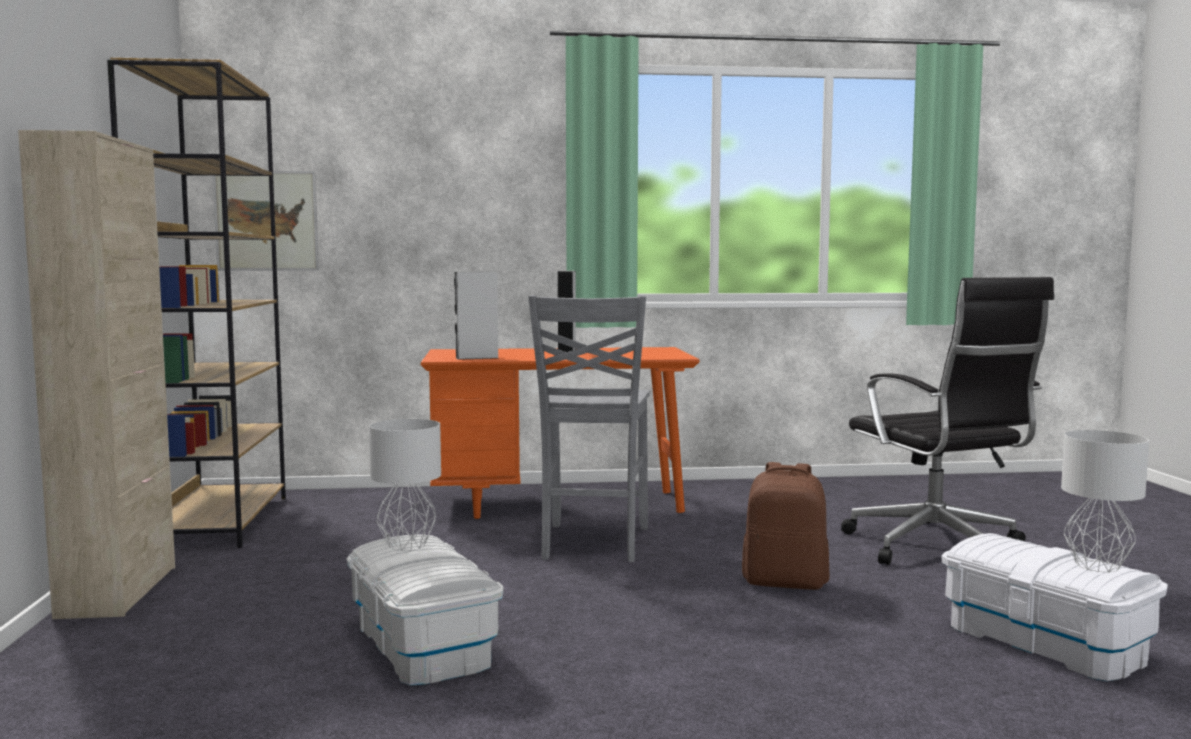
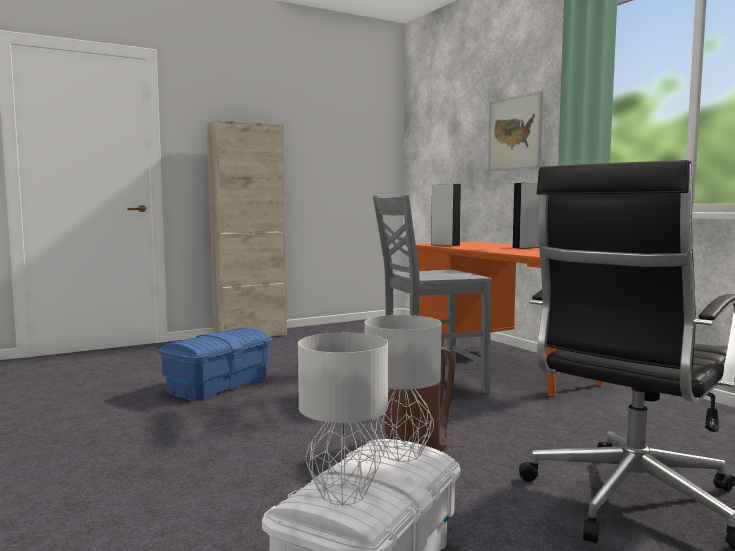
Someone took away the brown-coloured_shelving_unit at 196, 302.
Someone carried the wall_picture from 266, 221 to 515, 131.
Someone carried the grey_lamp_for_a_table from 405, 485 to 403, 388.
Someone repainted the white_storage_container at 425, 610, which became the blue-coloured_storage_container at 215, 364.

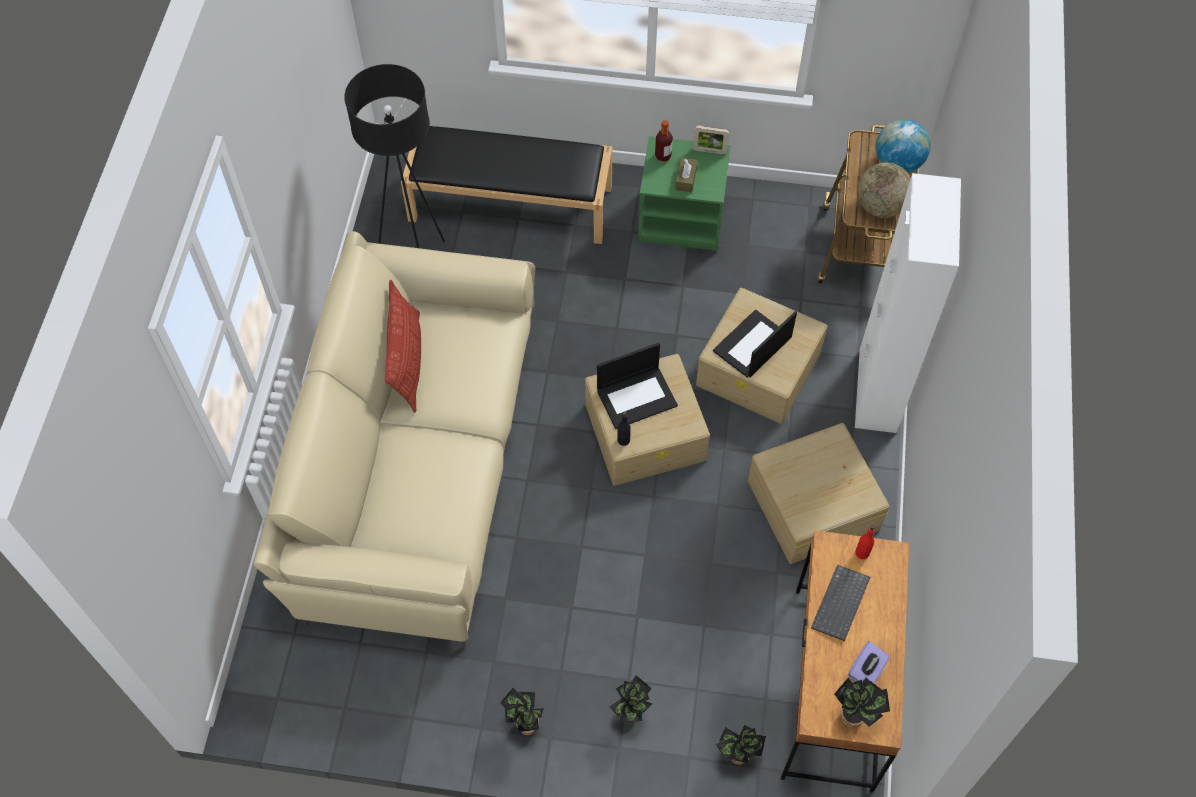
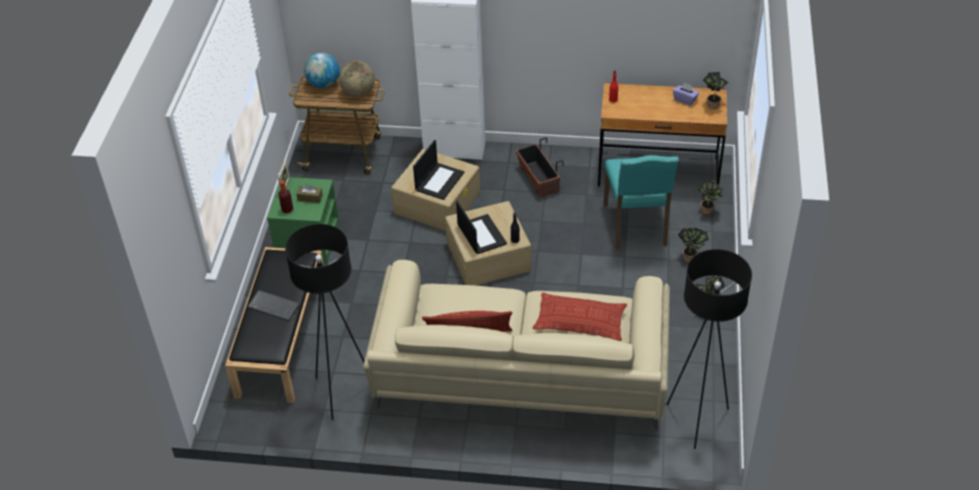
Someone rotated the notebook_computer at 755, 344 by 105 degrees counterclockwise.
Someone swapped the beige_storage_container at 818, 493 for the plant_pot at 540, 167.
Someone carried the computer_keyboard from 840, 603 to 273, 305.
Someone put down the blue-green_upright_chair at 641, 202.
Someone put down the black_standard_lamp at 709, 349.
Someone put down the pillow at 580, 316.

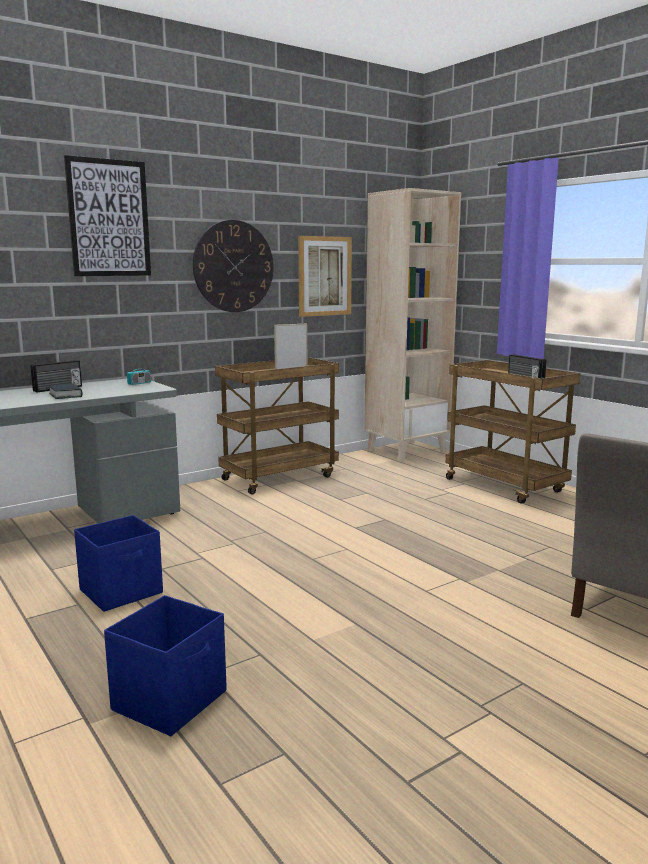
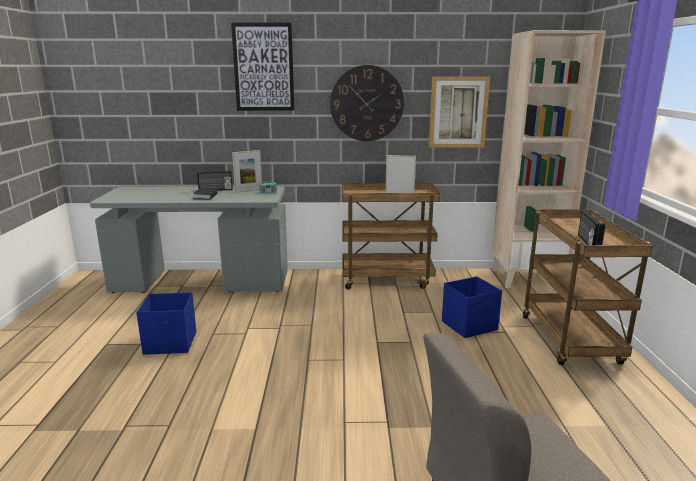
Someone carried the blue-coloured_storage_container from 165, 665 to 472, 307.
Someone put down the standing_frame at 247, 171.

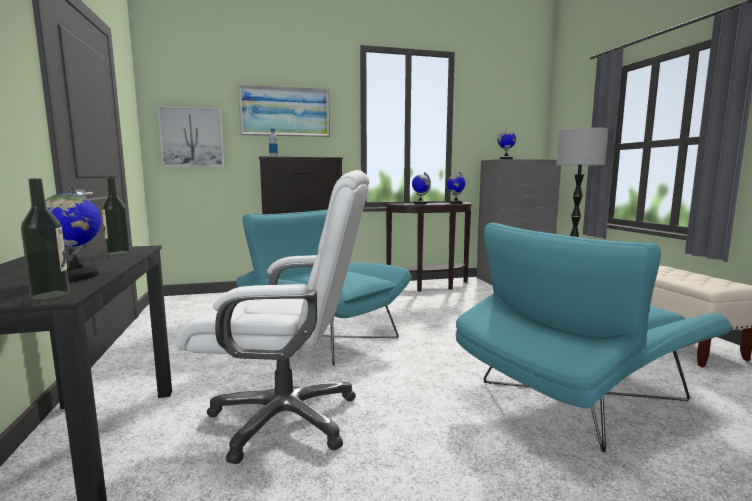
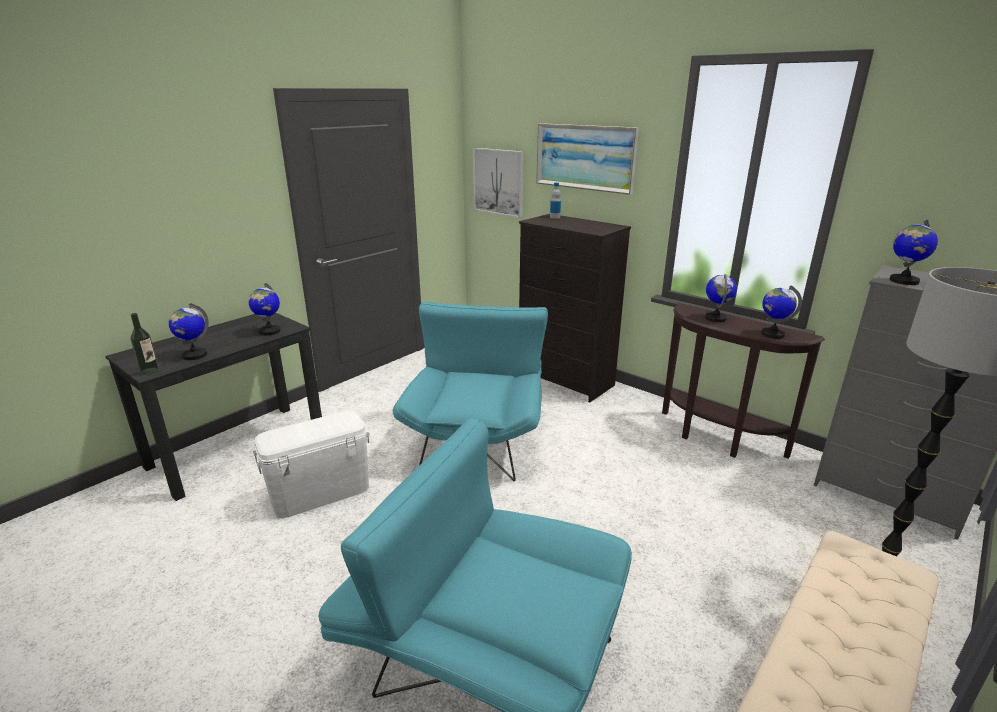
Someone swapped the white_computer_chair at 272, 317 for the white_storage_container at 311, 464.
Someone swapped the bottle at 116, 216 for the globe at 264, 309.

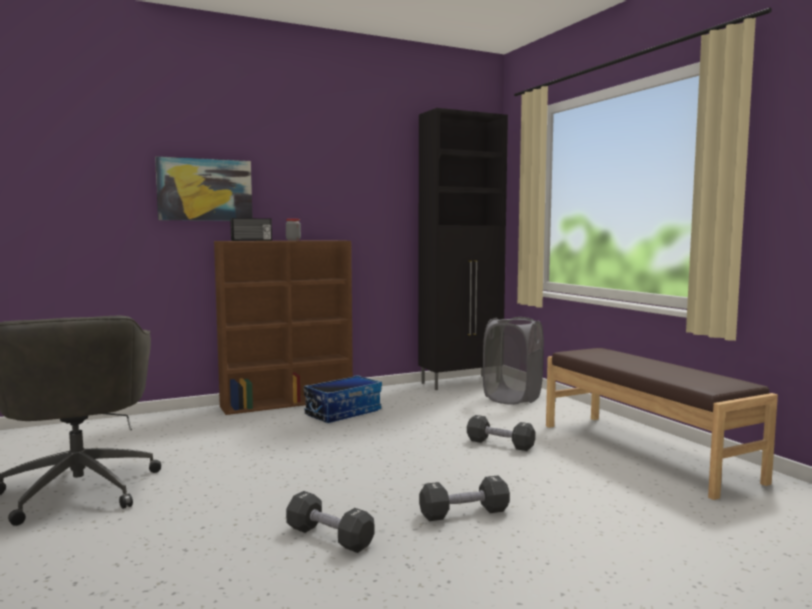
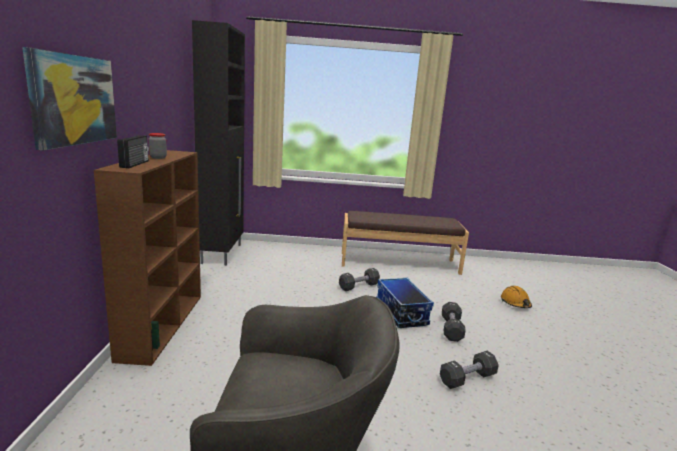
Someone took away the grey_laundry_basket at 513, 361.
Someone carried the storage_container from 343, 399 to 405, 303.
Someone put down the orange_hard_hat at 516, 297.

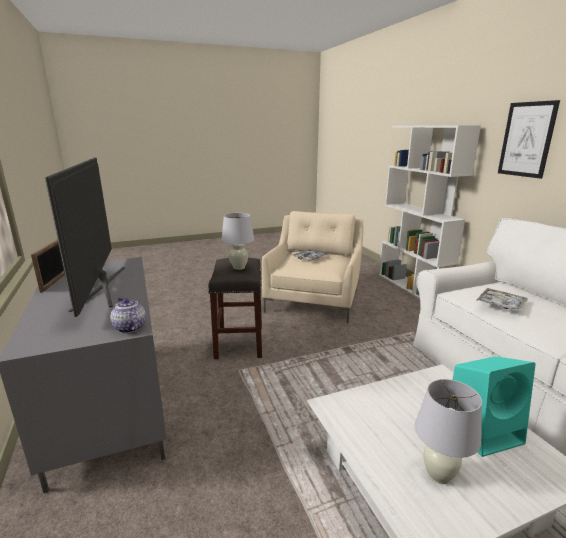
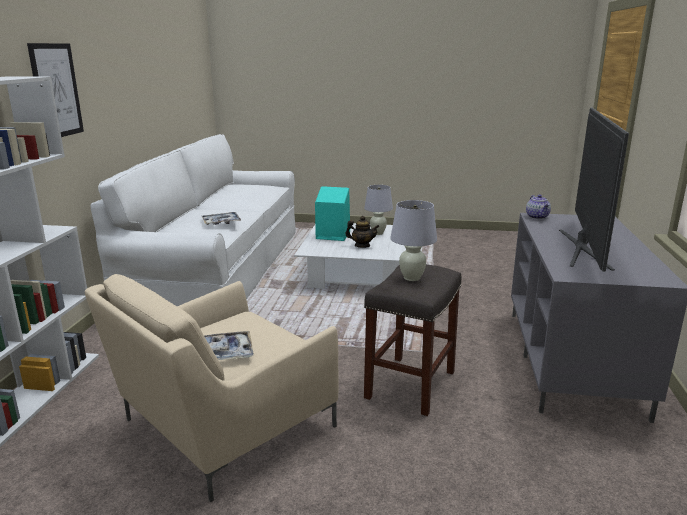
Someone took away the standing_frame at 48, 266.
Someone put down the tea_pot at 362, 232.

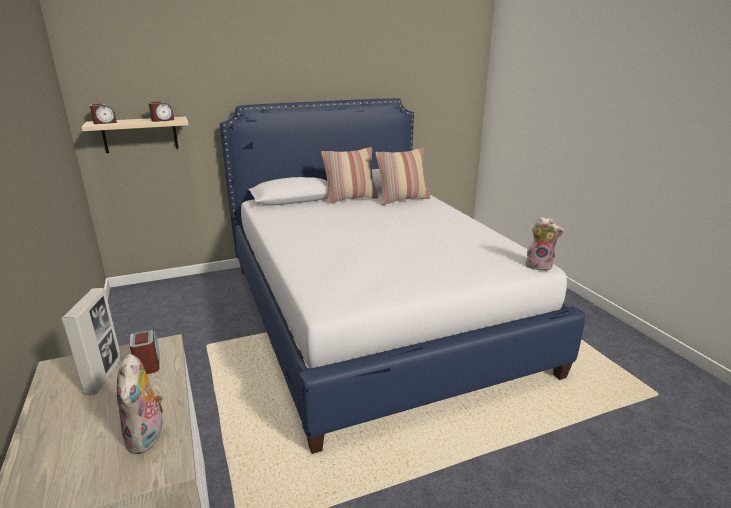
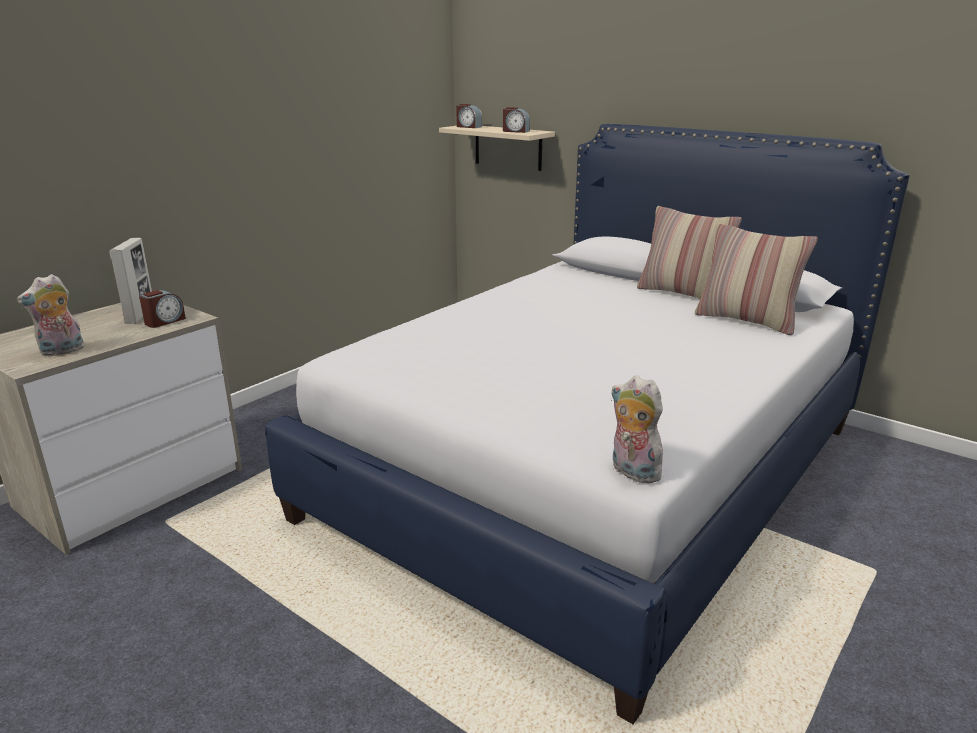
Someone rotated the plush_toy at 544, 244 by 150 degrees clockwise.
Someone rotated the standing_frame at 92, 341 by 60 degrees counterclockwise.

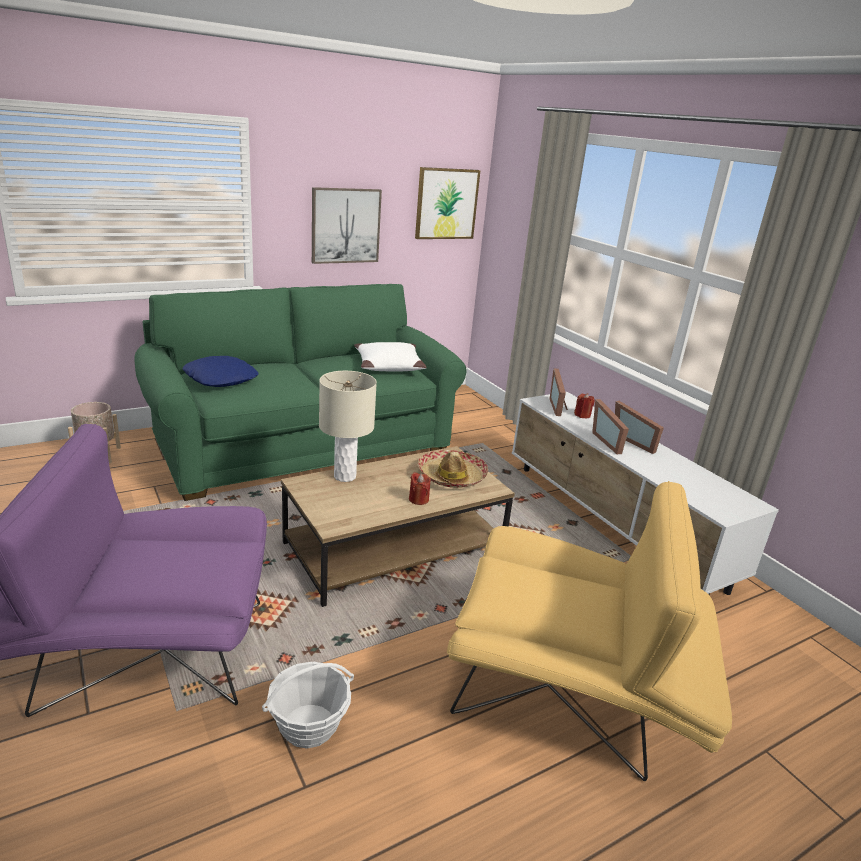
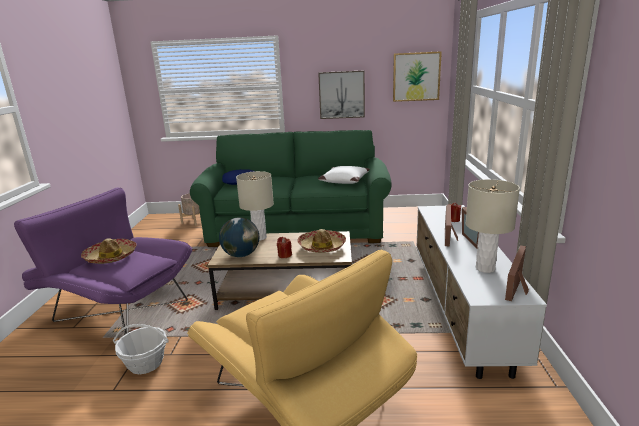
Someone carried the standing_frame from 559, 392 to 517, 273.
Someone put down the beige_lamp_for_a_table at 492, 226.
Someone put down the globe at 239, 237.
Someone put down the hat at 108, 251.

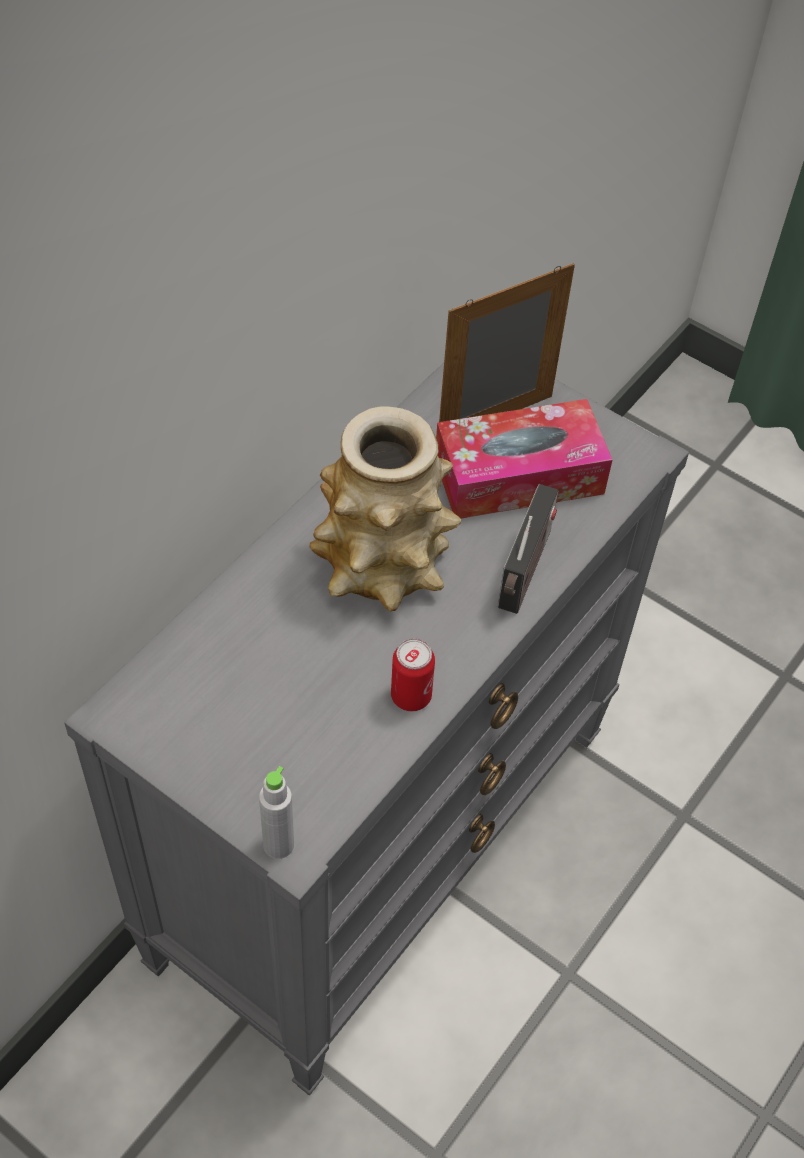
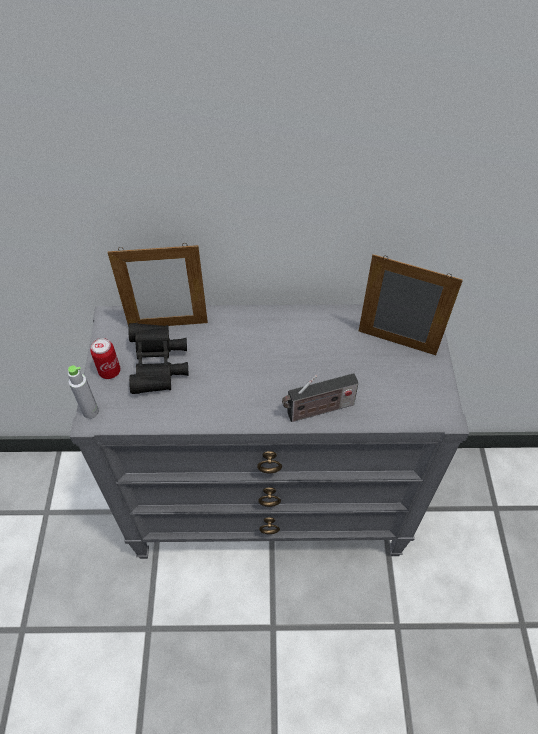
Someone took away the box_of_tissues at 524, 459.
Someone took away the flower_vase at 385, 508.
Someone carried the can from 413, 675 to 105, 358.
Someone put down the standing_frame at 157, 284.
Someone put down the black_field_glasses at 158, 358.

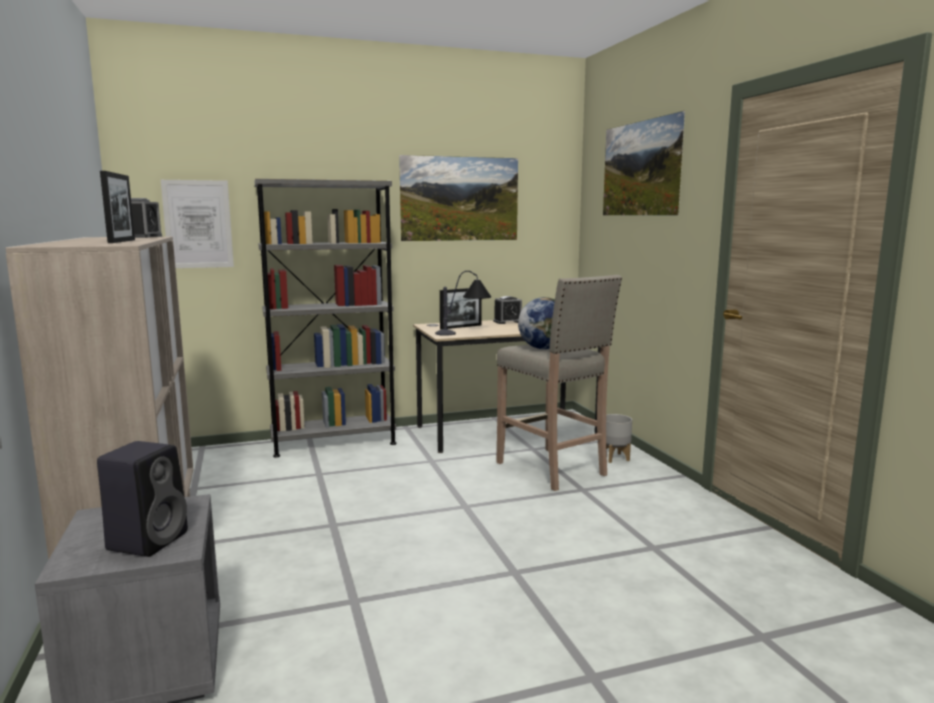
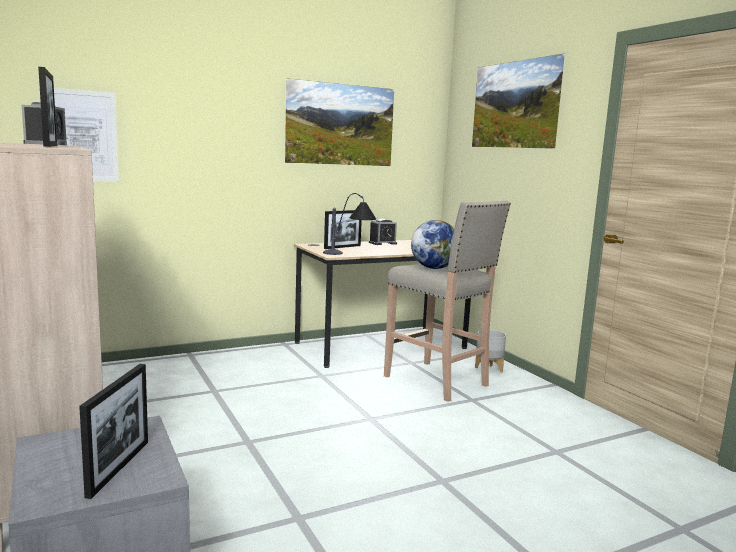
Someone took away the grey_shelving_unit at 326, 318.
Someone swapped the black_loudspeaker at 142, 499 for the standing_frame at 113, 431.

